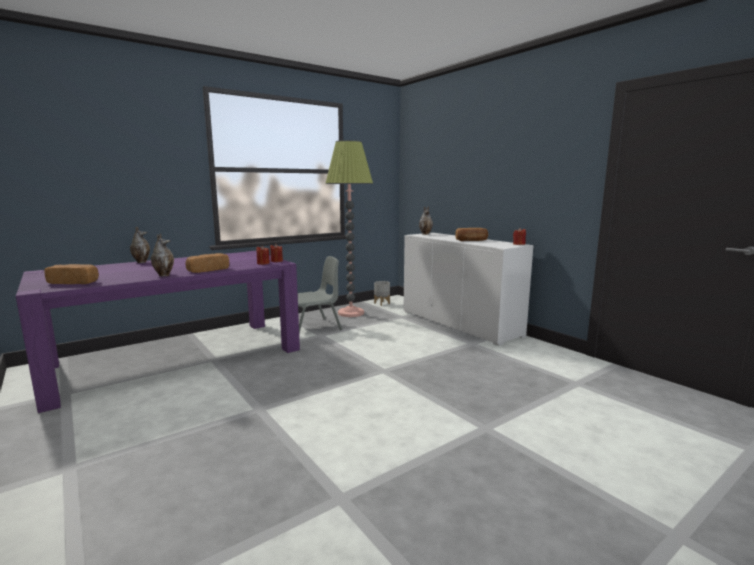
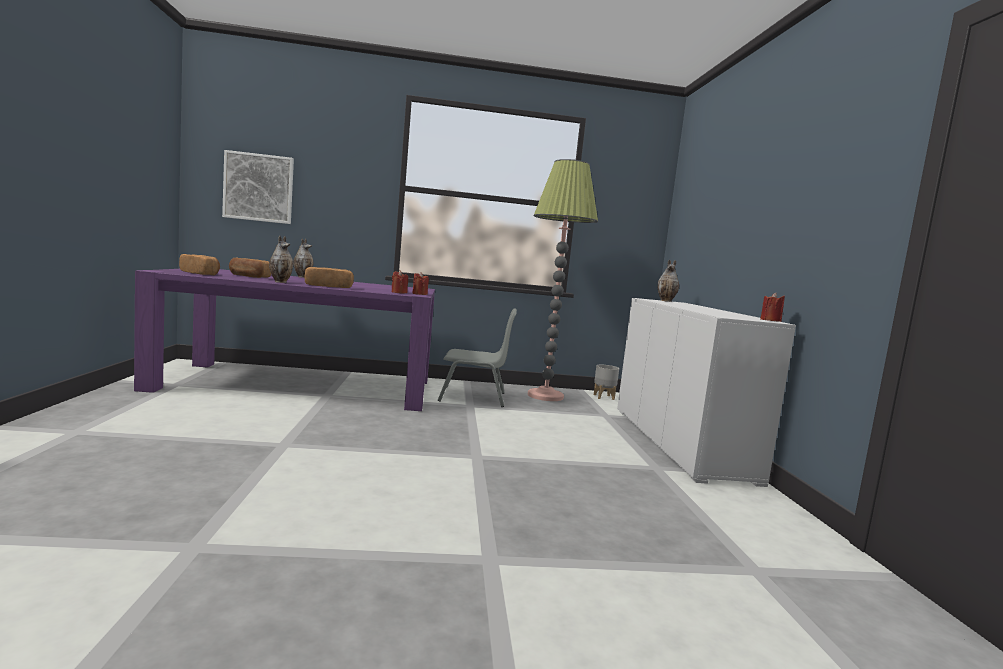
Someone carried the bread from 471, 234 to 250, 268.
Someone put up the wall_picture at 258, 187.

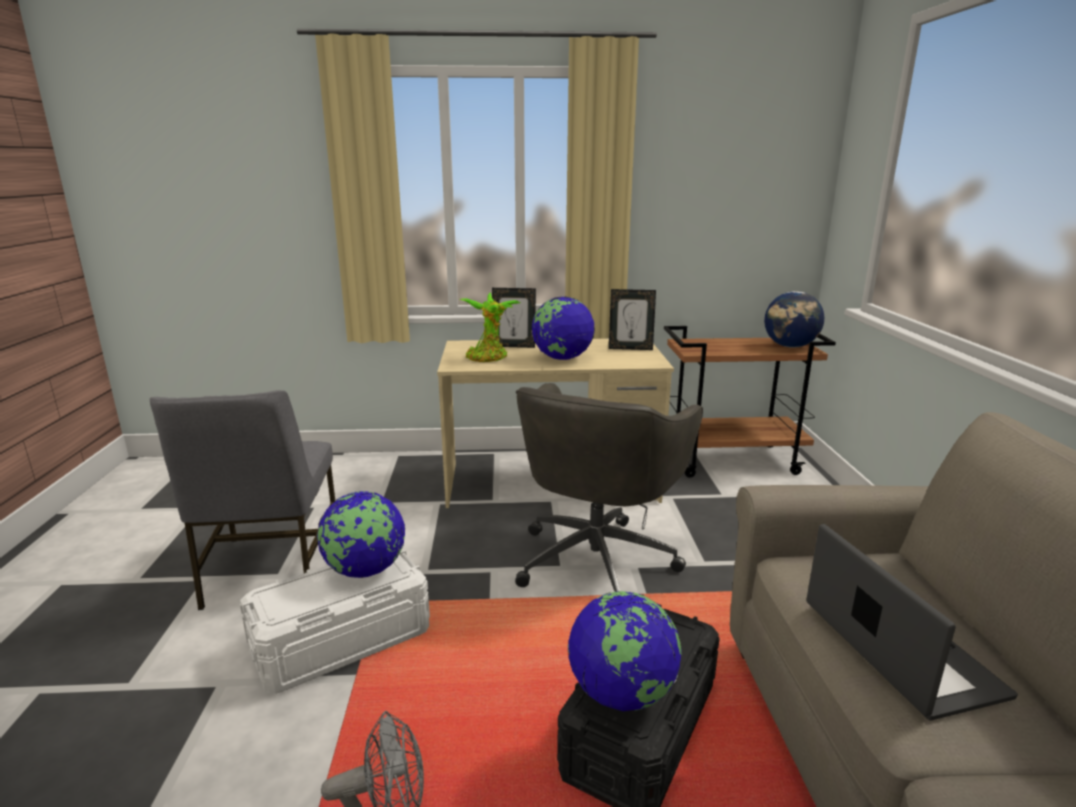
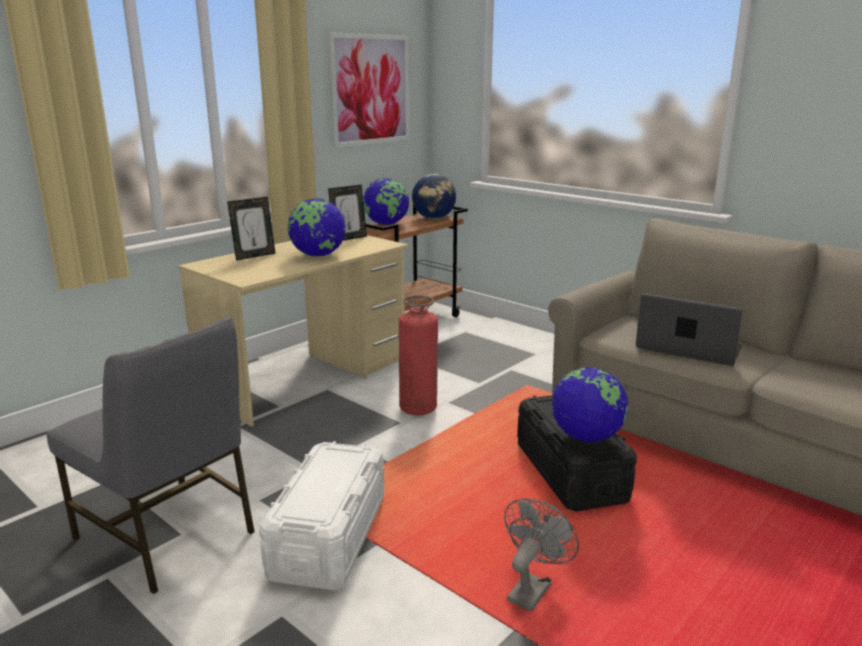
Someone took away the plant_in_a_pot at 490, 327.
Someone swapped the grey_computer_chair at 609, 487 for the extinguisher at 418, 355.
Someone carried the globe from 361, 534 to 386, 201.
Someone put up the wall_picture at 369, 90.

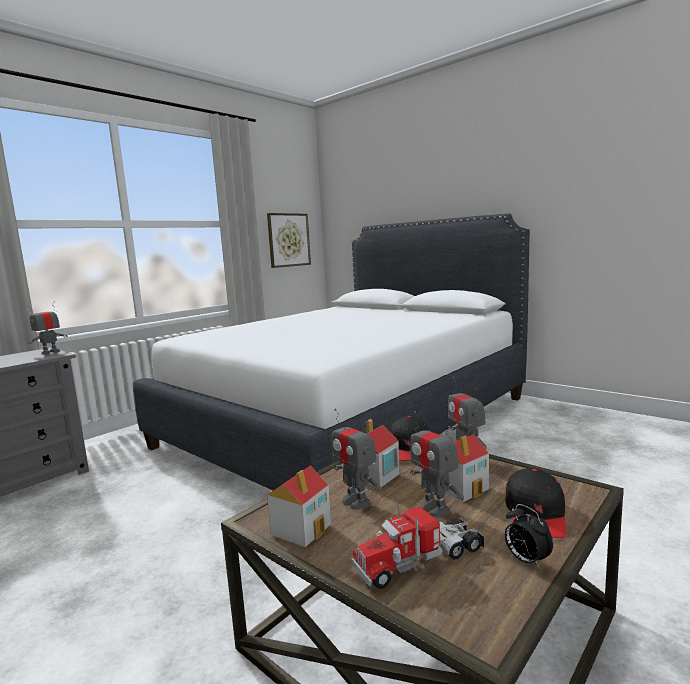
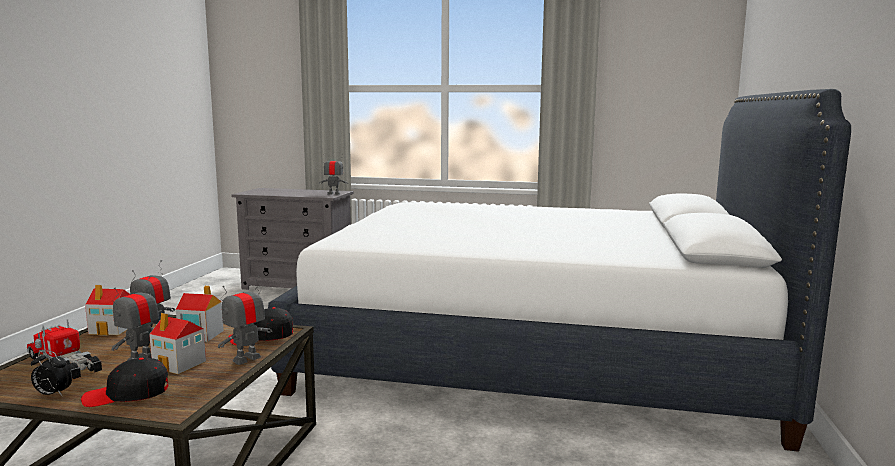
Someone took away the wall_picture at 289, 240.
Someone rotated the alarm_clock at 529, 536 by 105 degrees counterclockwise.

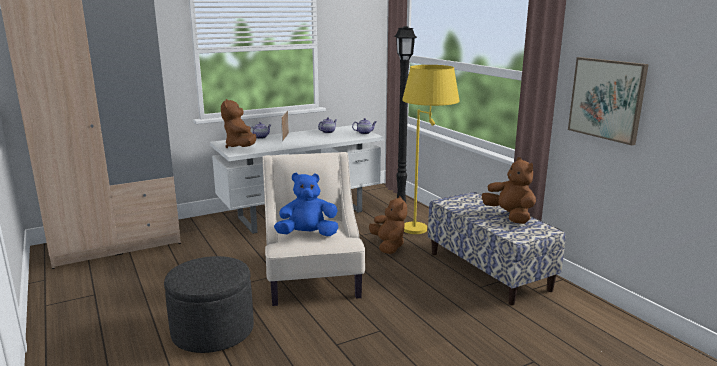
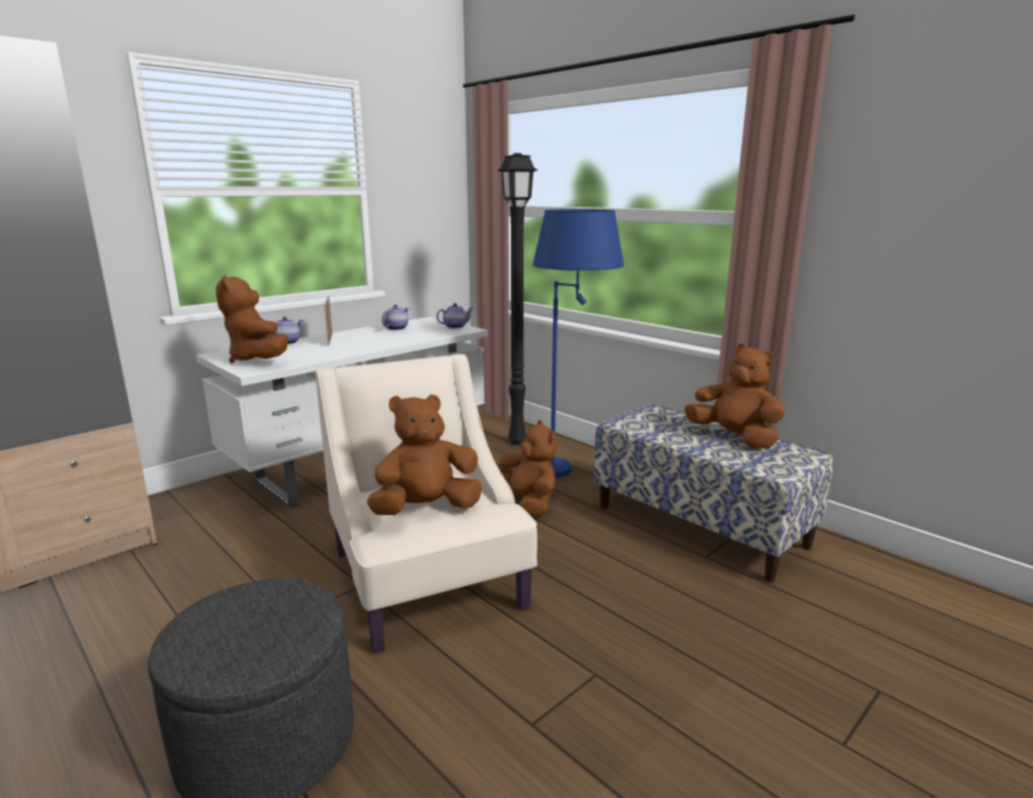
Someone took away the wall_picture at 608, 101.
Someone repainted the yellowish_standard_lamp at 431, 149, which became the blue-coloured_standard_lamp at 578, 343.
Someone repainted the blue-coloured_plush_toy at 306, 204, which became the brown-coloured_plush_toy at 424, 454.

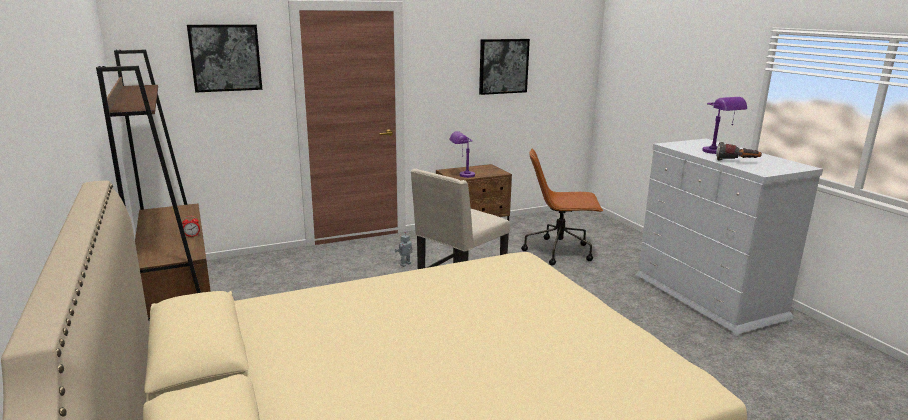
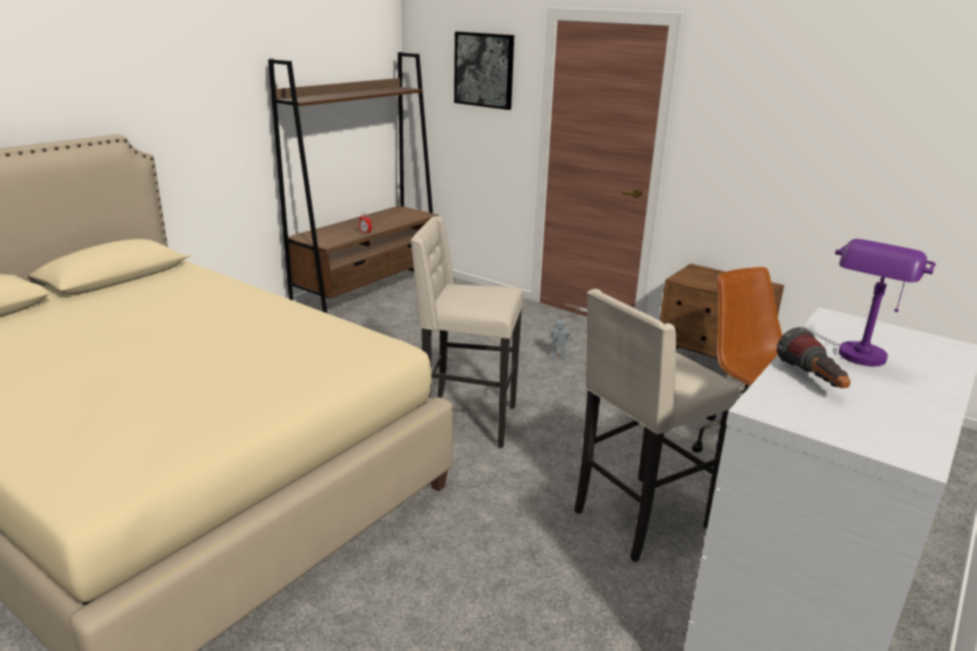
Someone took away the wall_picture at 504, 67.
Someone took away the purple-coloured_lamp_for_a_table at 462, 154.
Someone put down the beige_sitting_stool at 658, 425.

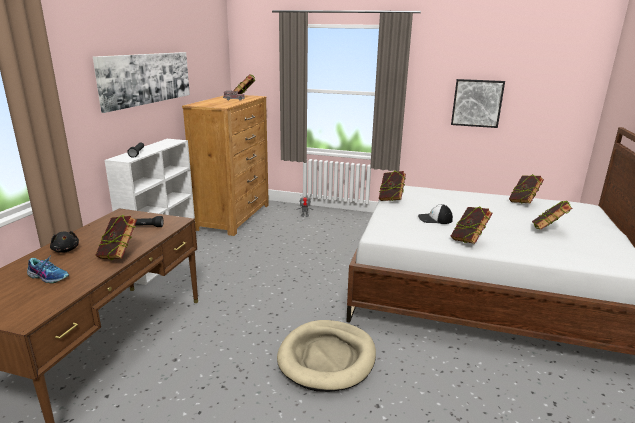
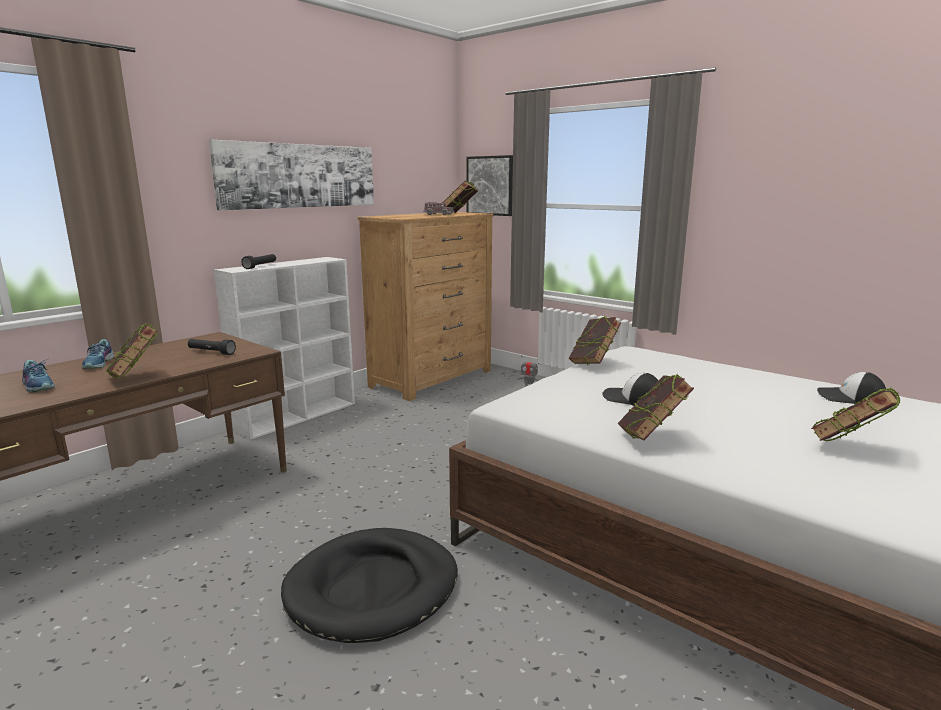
Someone carried the wall_picture from 478, 103 to 489, 185.
Someone swapped the bound_book at 526, 189 for the peaked_cap at 851, 388.
Someone swapped the black_plush_toy at 64, 242 for the low_shoe at 98, 354.
Someone repainted the beige_dog_cushion at 326, 356, which became the black_dog_cushion at 369, 585.

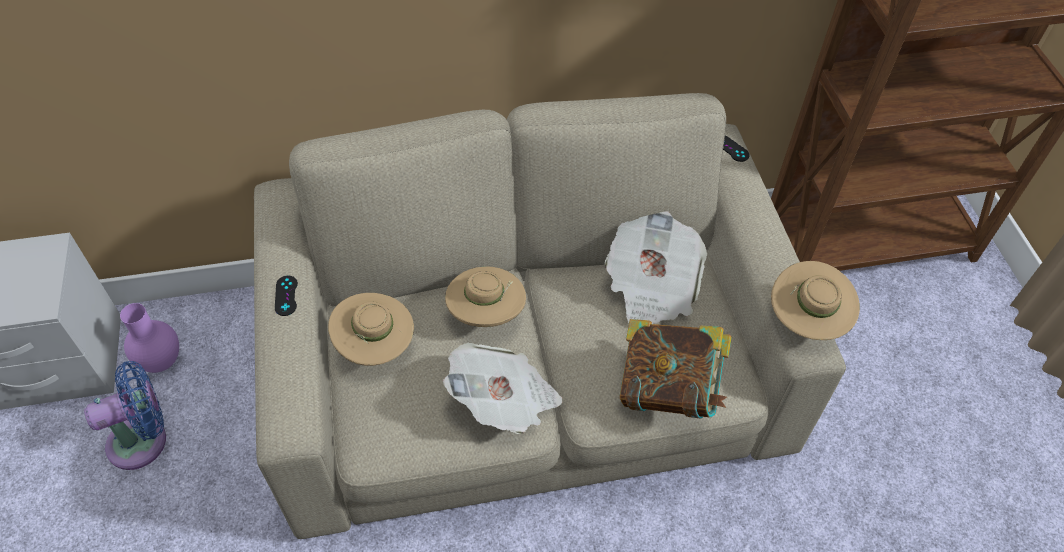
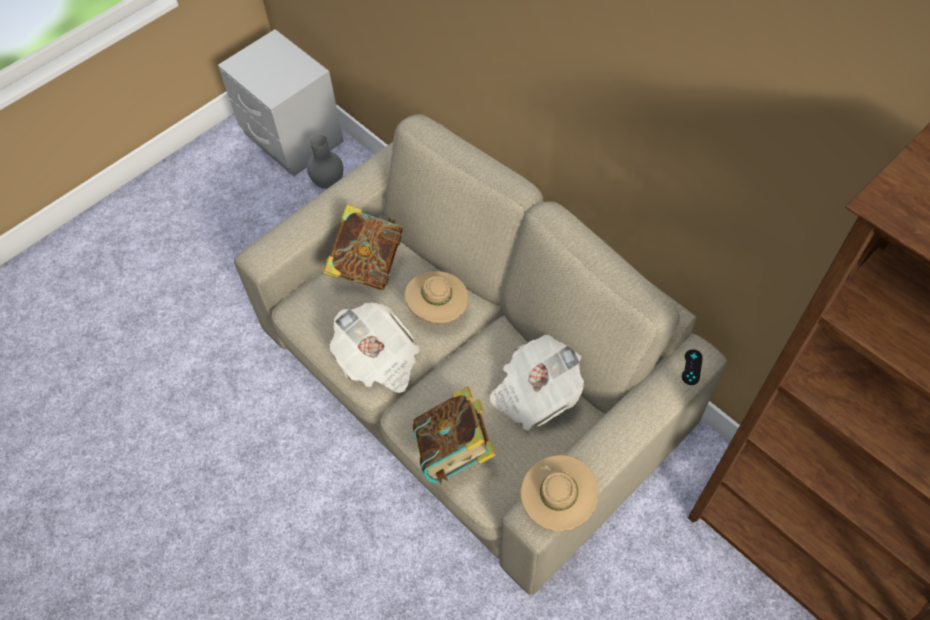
Someone took away the black_game_controller at 286, 296.
Someone swapped the beige_hat at 371, 329 for the bound_book at 362, 247.
Someone repainted the purple-coloured_flower_vase at 149, 338, which became the grey_flower_vase at 325, 161.
Someone took away the blue-coloured_electric_fan at 125, 415.

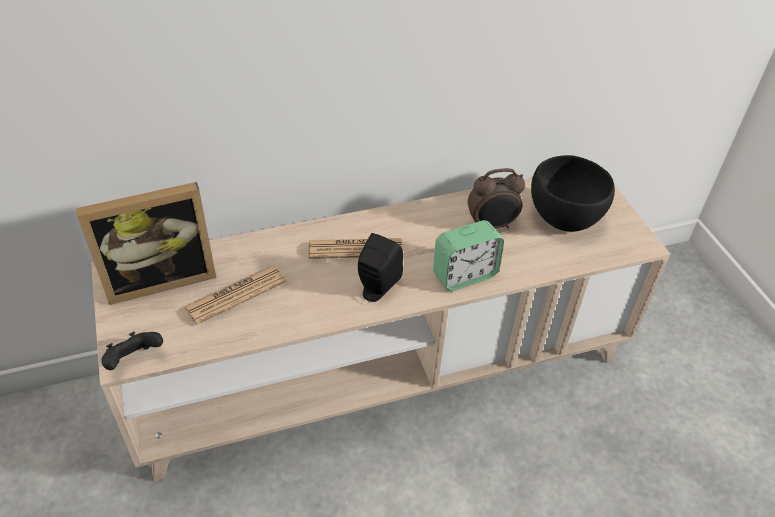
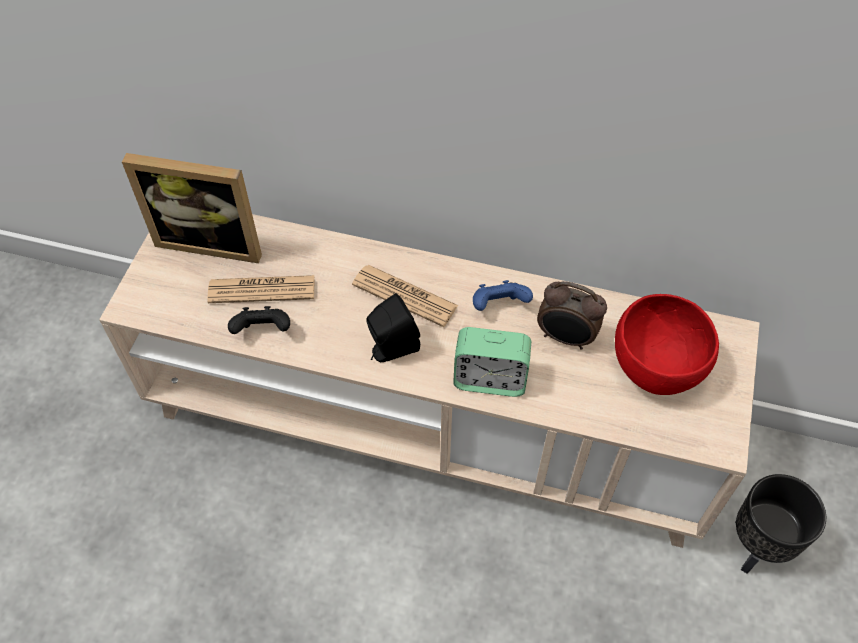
Someone repainted the black_serving_bowl at 573, 193, which became the reddish_serving_bowl at 667, 344.
Someone carried the black_game_controller from 132, 351 to 259, 320.
Someone put down the blue-coloured_game_controller at 503, 295.
Someone put down the black_plant_pot at 780, 524.

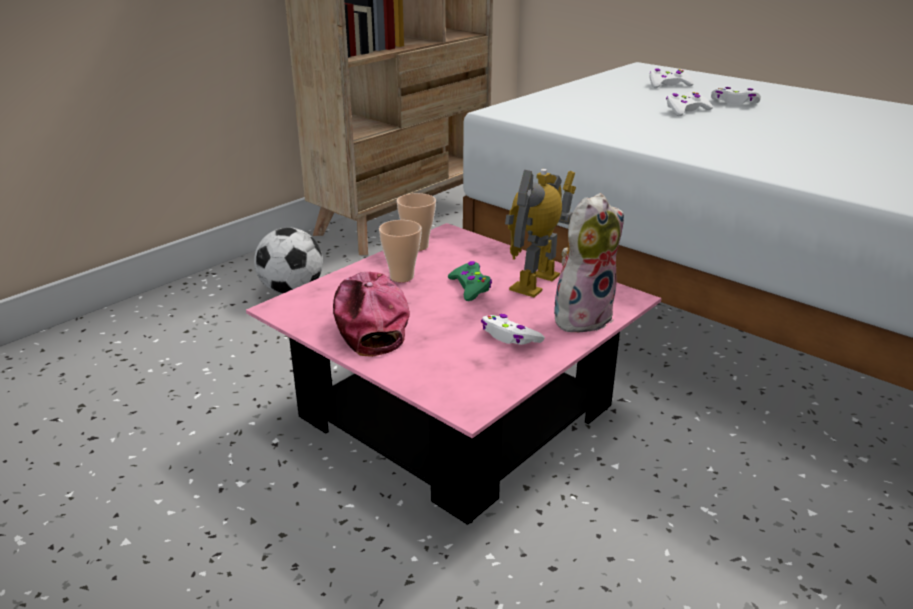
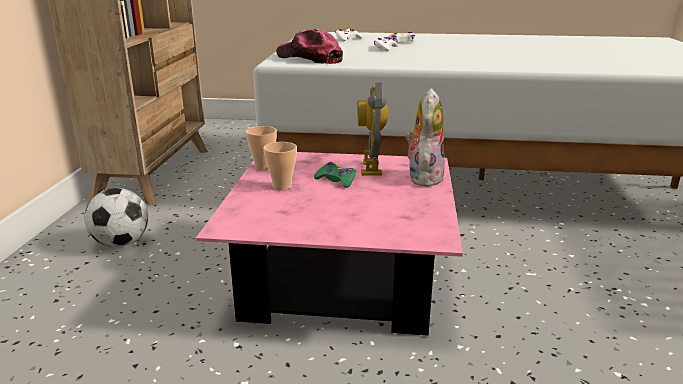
Someone carried the peaked_cap from 371, 314 to 309, 46.
Someone took away the white_game_controller at 513, 329.

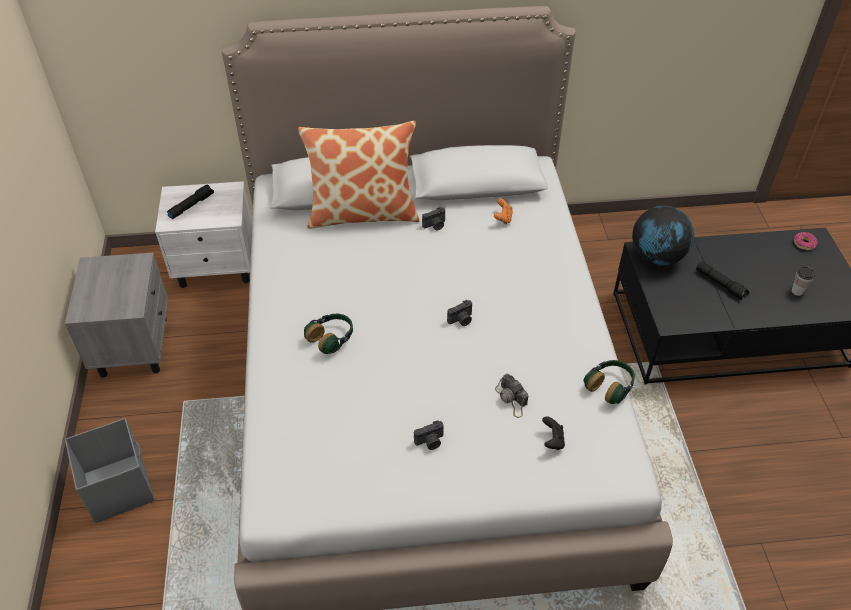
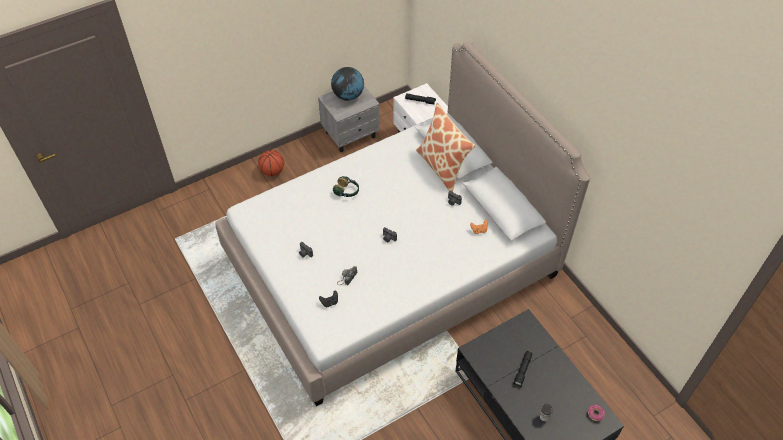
Someone carried the globe from 663, 236 to 347, 84.
Someone took away the headset at 609, 382.
Someone swapped the grey_storage_container at 110, 470 for the basketball_ball at 271, 163.

